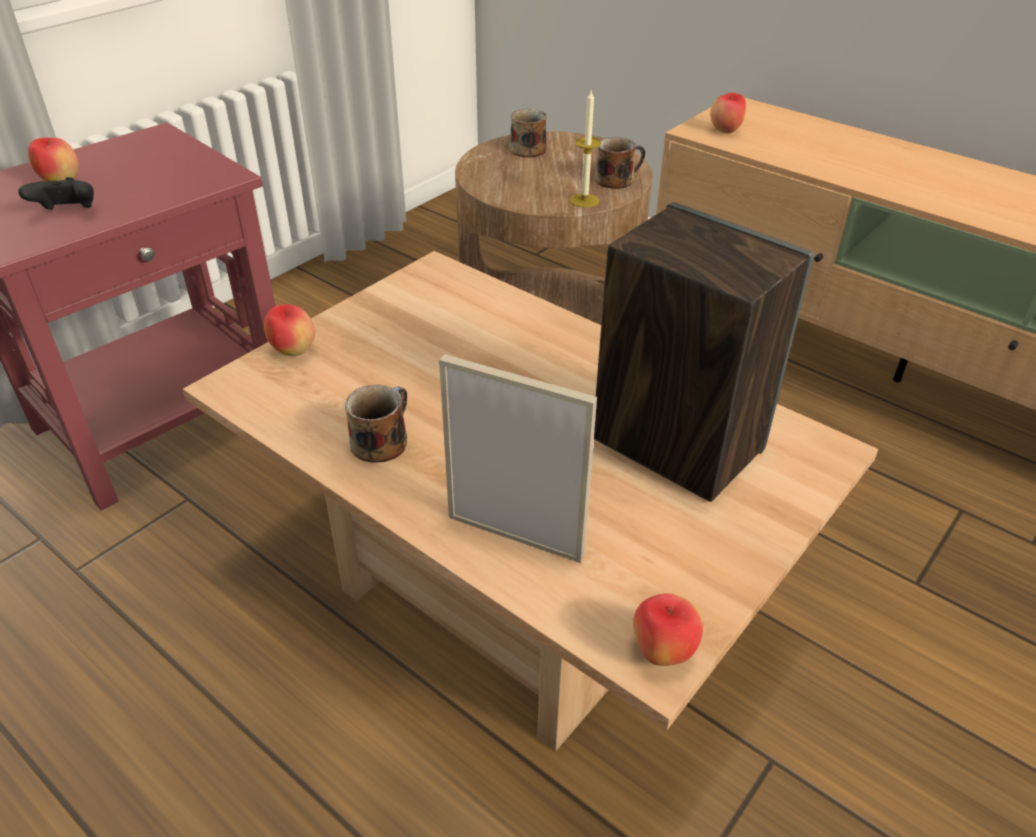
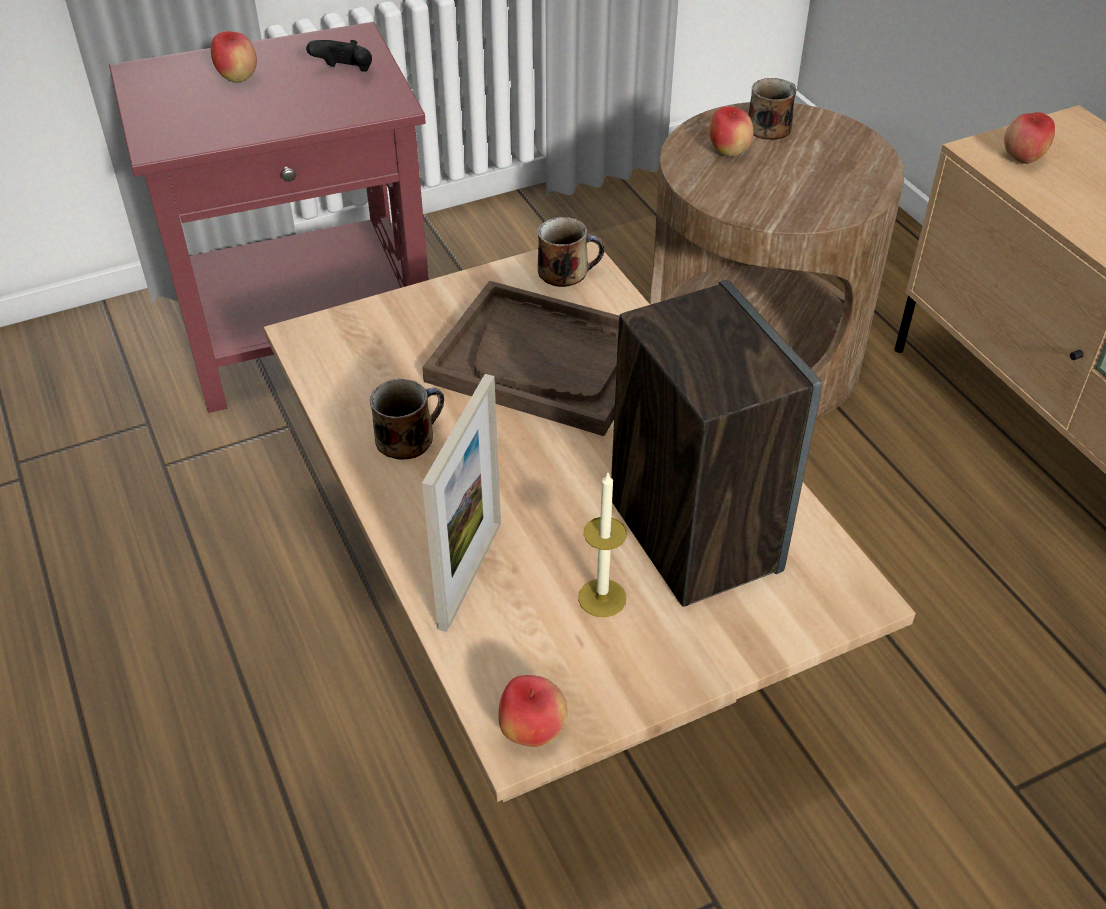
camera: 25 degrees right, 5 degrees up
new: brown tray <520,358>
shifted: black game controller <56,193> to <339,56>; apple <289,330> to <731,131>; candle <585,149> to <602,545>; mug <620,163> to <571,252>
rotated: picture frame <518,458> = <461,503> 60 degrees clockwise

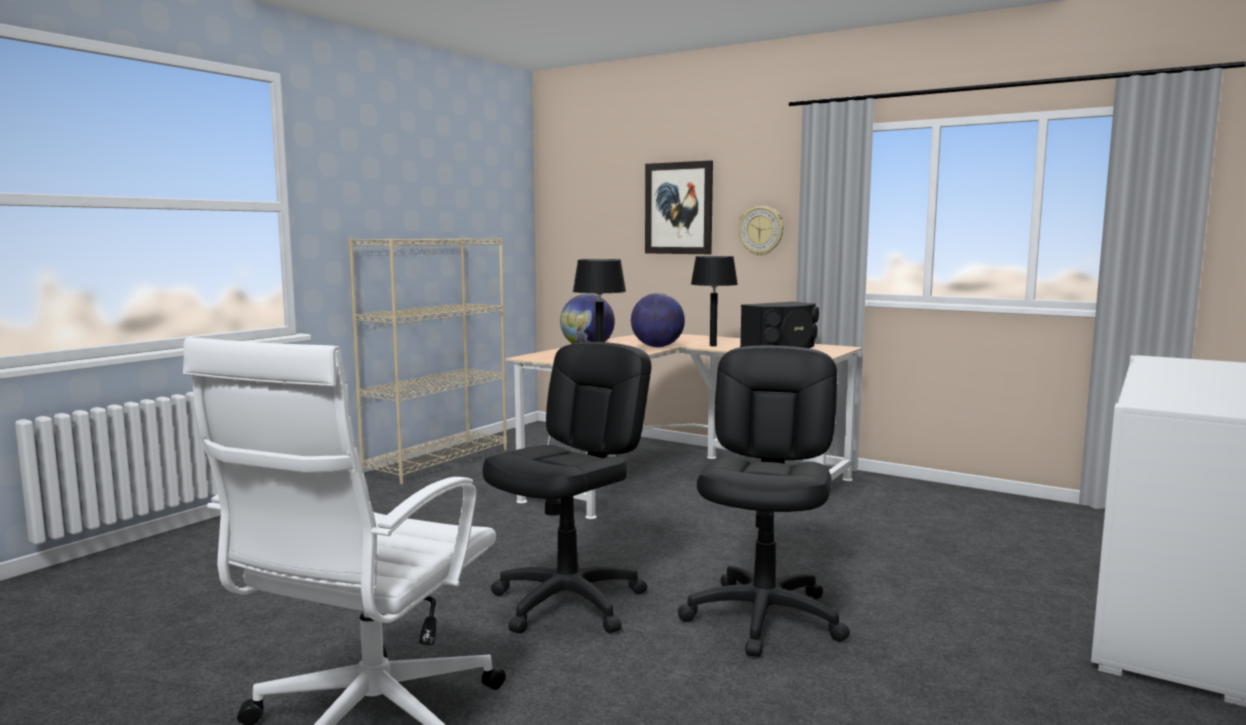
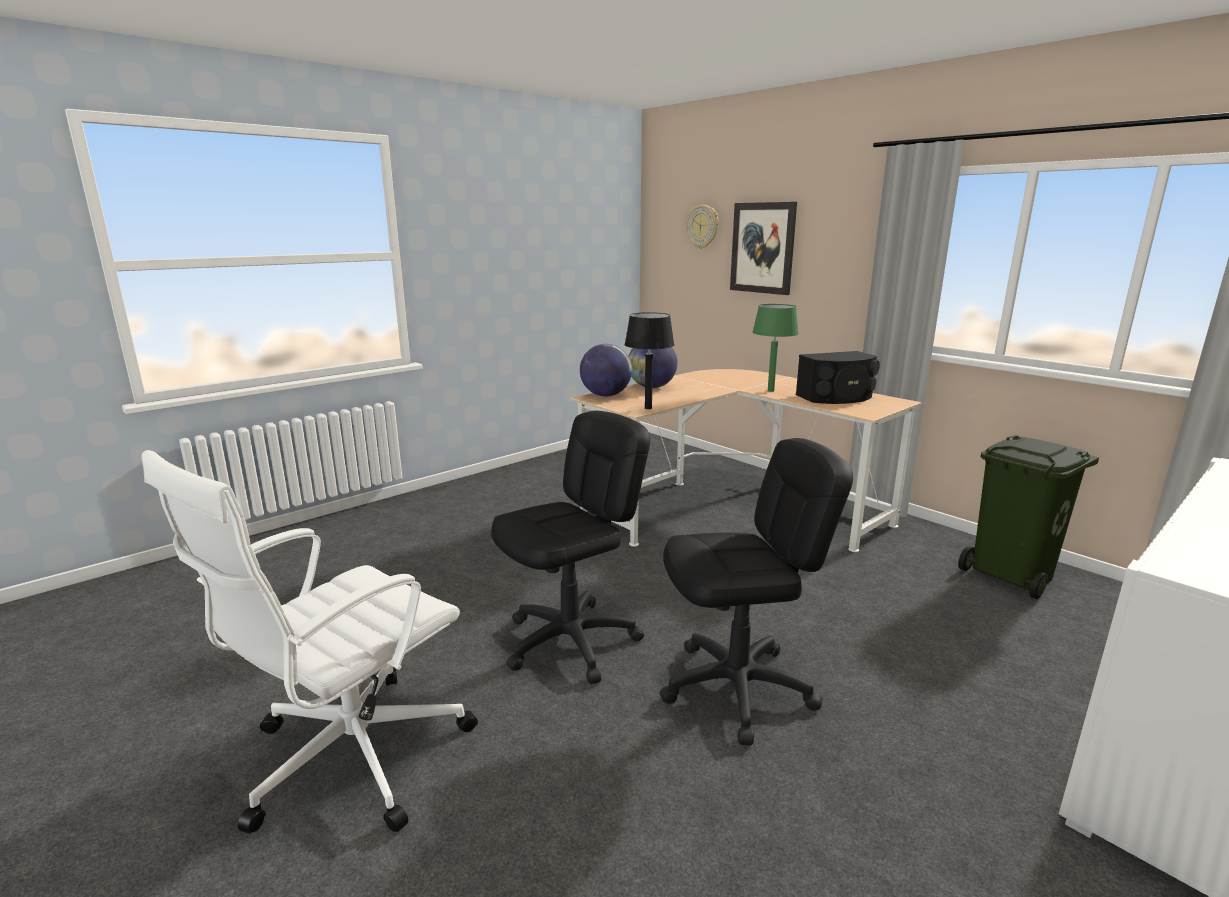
camera: 15 degrees right, 10 degrees up
gone: beige bookcase <427,361>
new: green trash can <1028,517>
shifted: globe <658,320> to <606,370>; wall clock <761,231> to <702,226>
repainted: black table lamp <714,301> to green table lamp <775,348>
rotated: black office chair <764,501> = <756,591> 45 degrees clockwise

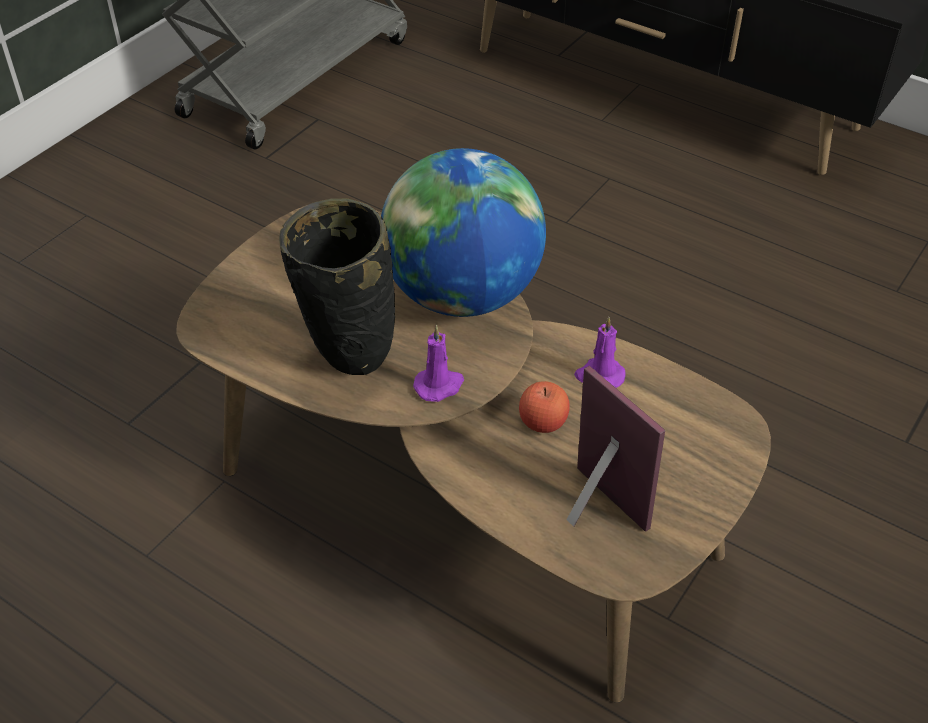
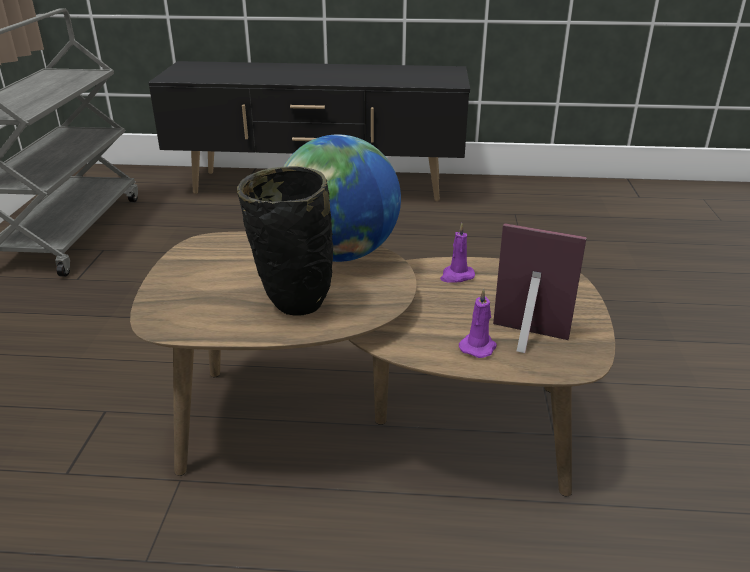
camera: 30 degrees left, 15 degrees down
gone: apple <544,407>
shifted: purple candle <438,363> to <478,323>

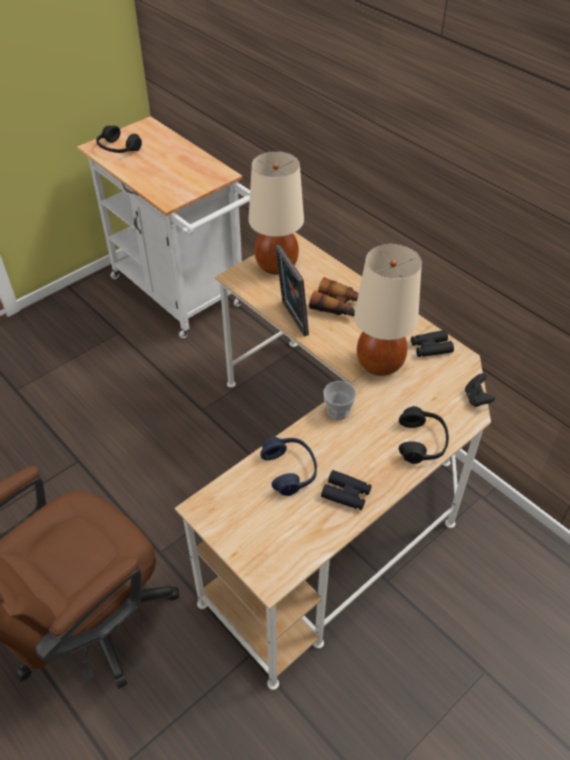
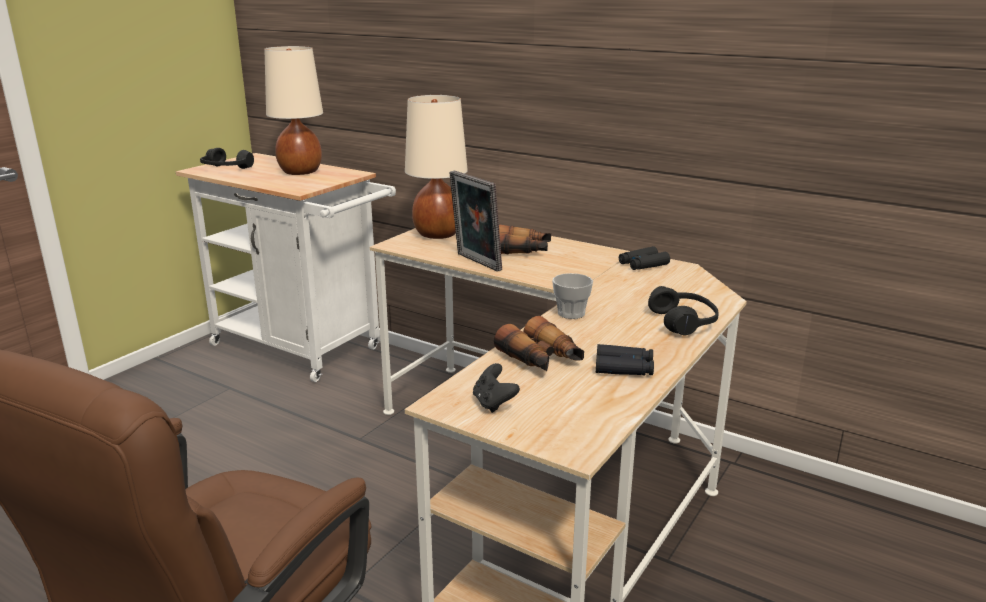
camera: 15 degrees left, 25 degrees down
shifted: beige table lamp <388,310> to <293,110>; black game controller <480,390> to <496,388>
swapped: blue headphones <288,466> to binoculars <539,343>

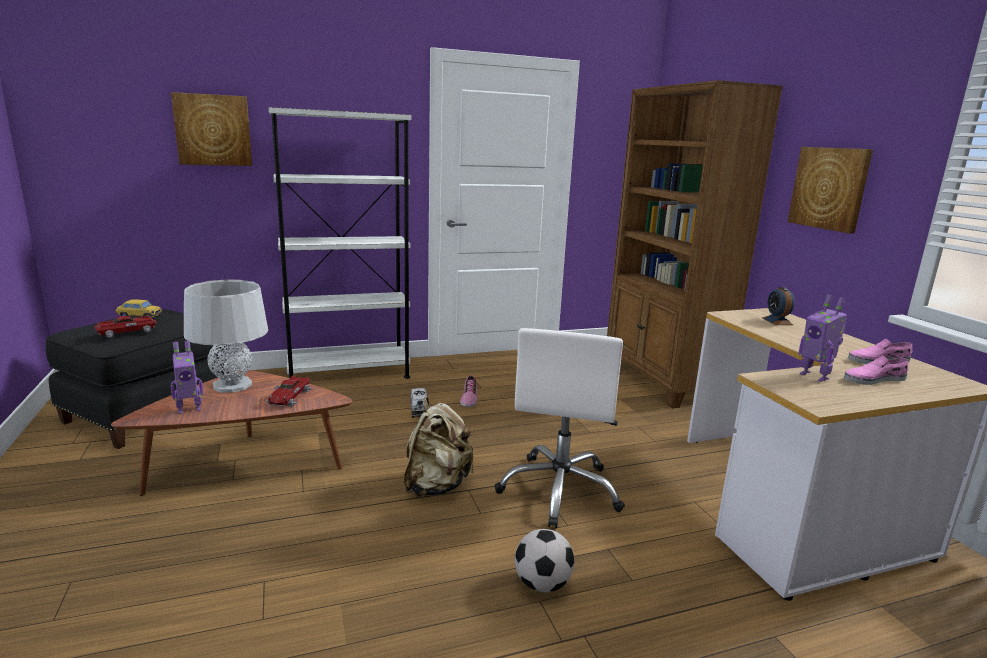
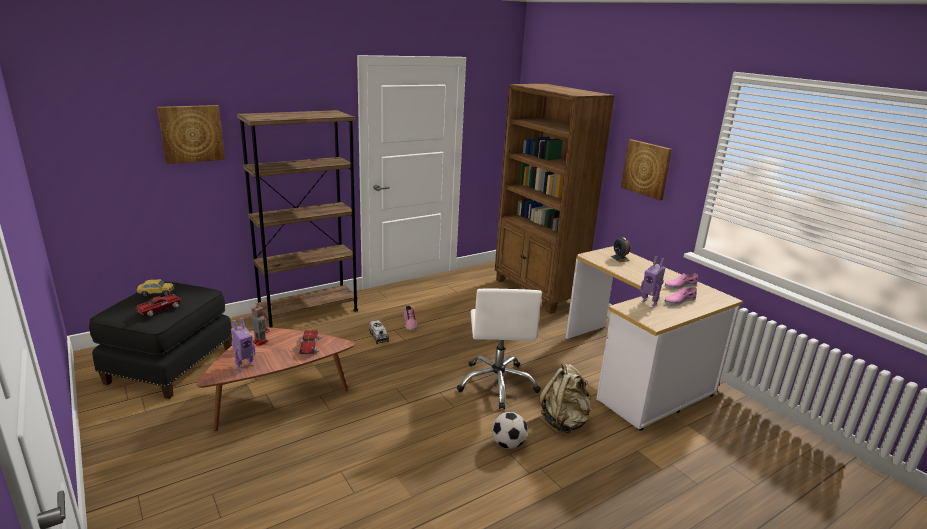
camera: 15 degrees left, 5 degrees up
shifted: beige backpack <439,447> to <565,398>
swapped: grey table lamp <226,336> to toy robot <259,324>
repainted: white bookcase <340,243> to brown bookcase <297,219>

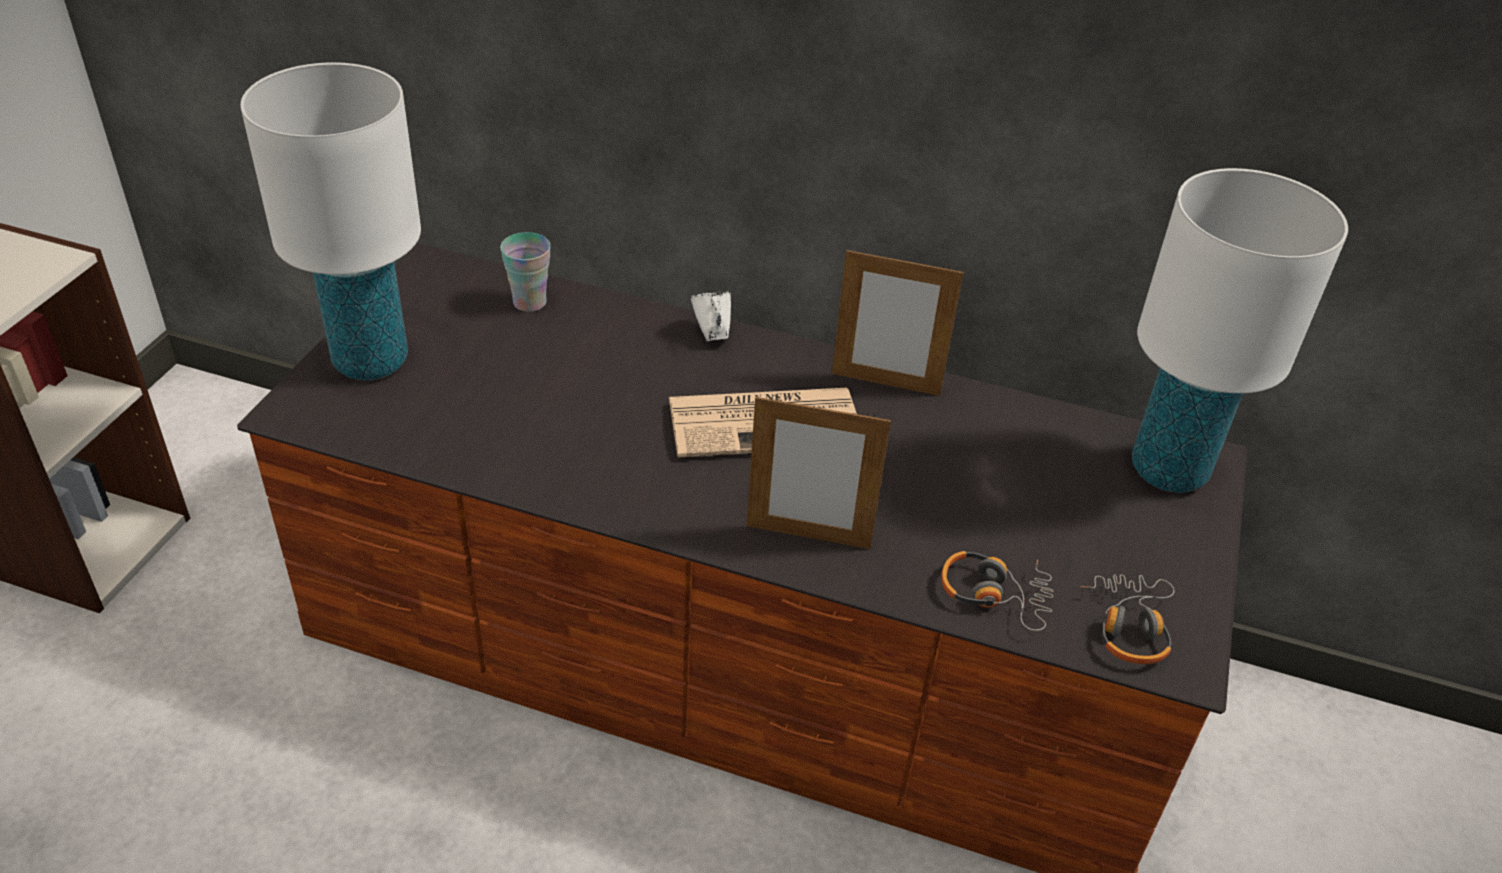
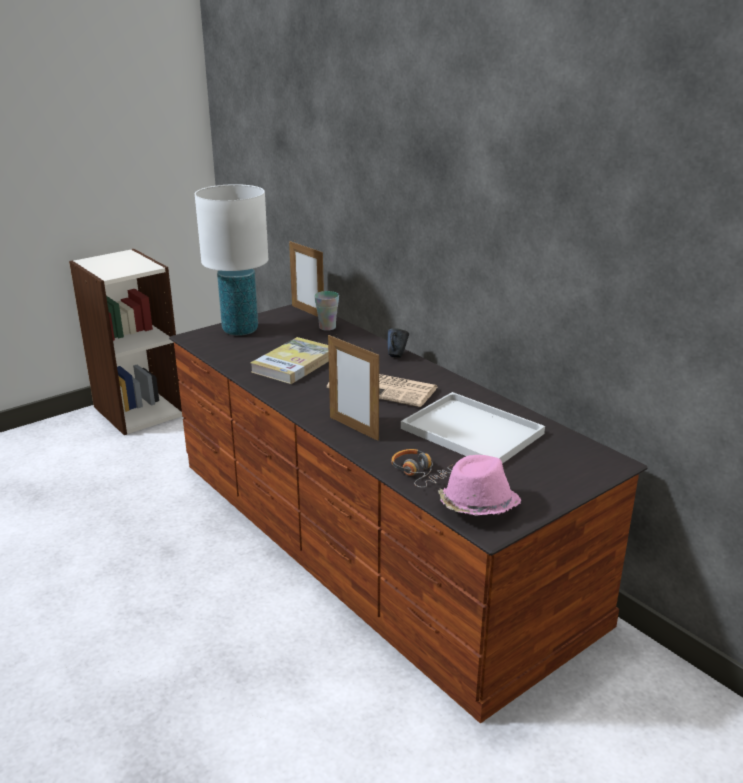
camera: 35 degrees right, 15 degrees down
gone: white table lamp <1240,330>
new: book <289,360>; white tray <473,428>
shifted: picture frame <898,322> to <306,279>
swapped: headphones <1127,619> to pink hat <479,485>
repainted: white mug <710,315> to blue mug <398,343>

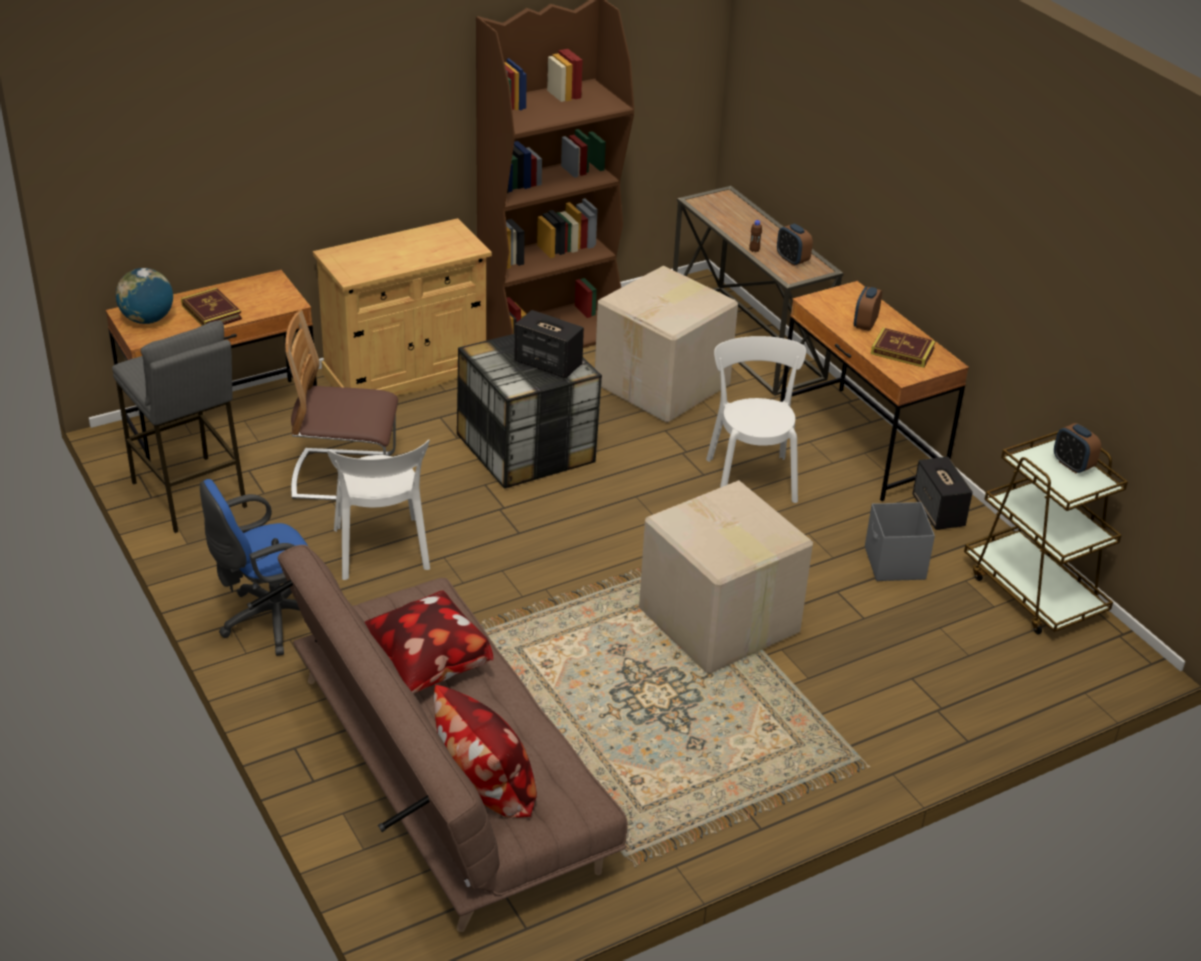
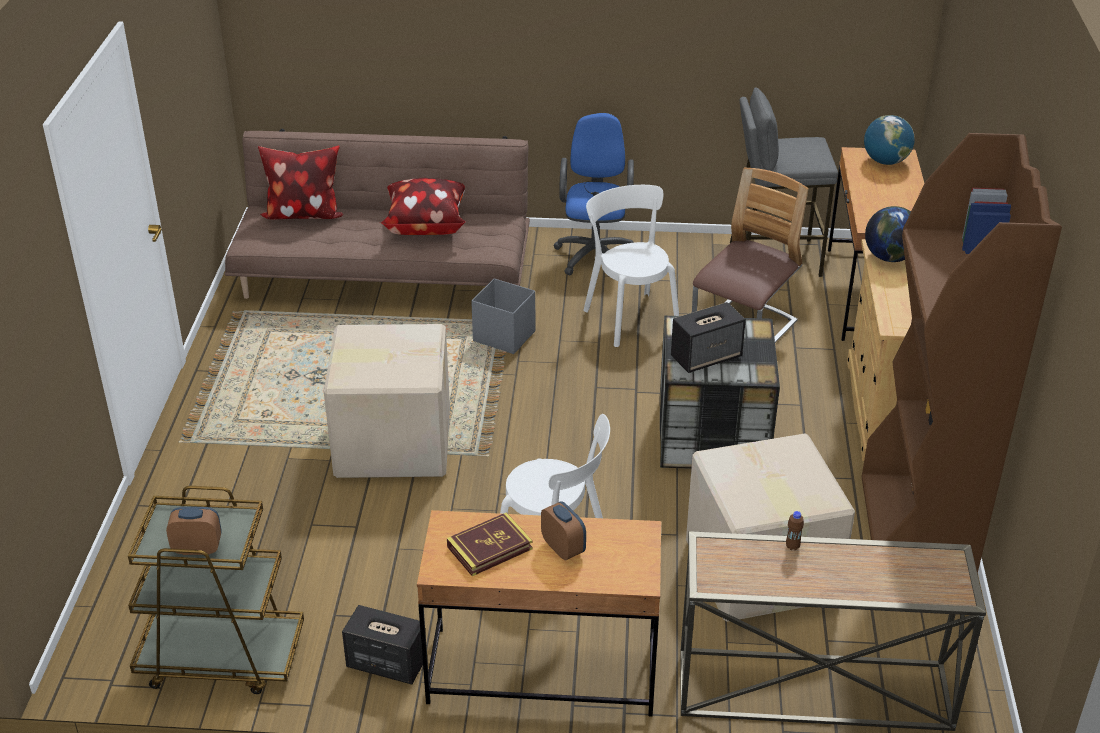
camera: 125 degrees right, 0 degrees up
gone: book <211,307>; alarm clock <795,245>
new: globe <888,234>
shifted: grey storage box <900,541> to <503,316>
rotated: white chair <378,510> = <631,266> 45 degrees clockwise

